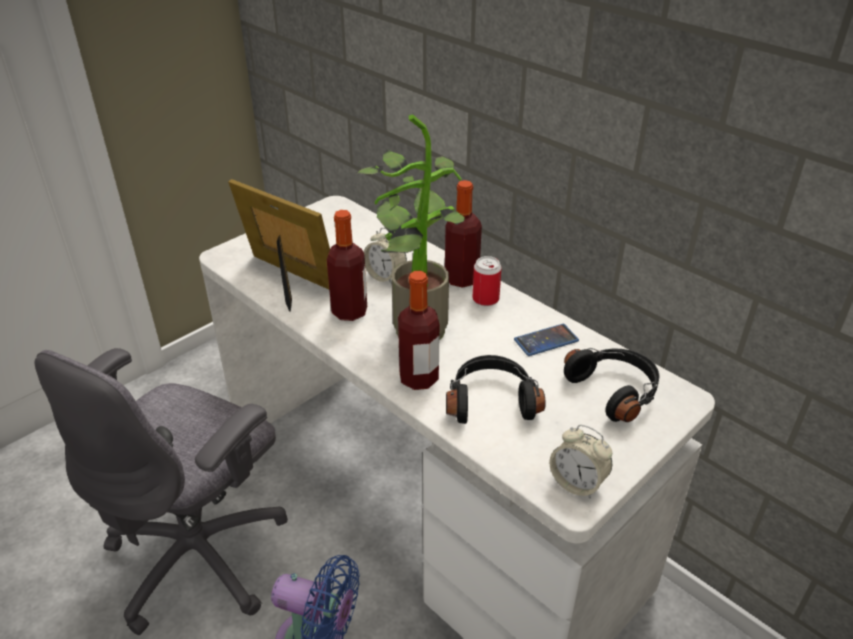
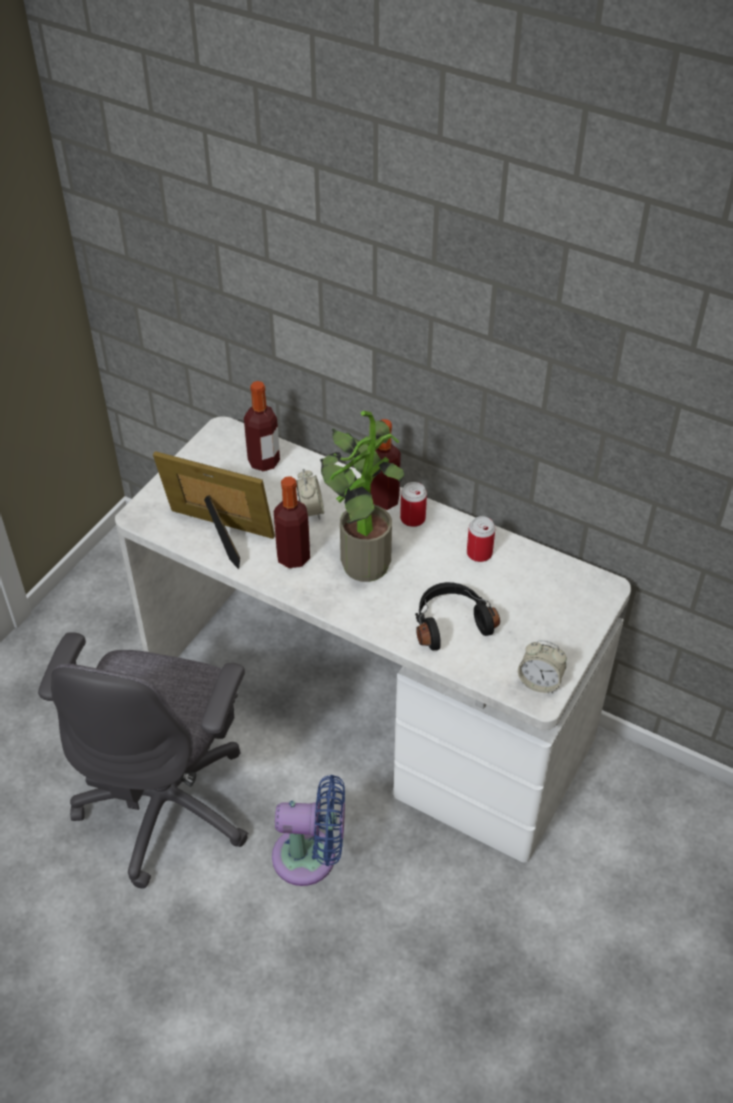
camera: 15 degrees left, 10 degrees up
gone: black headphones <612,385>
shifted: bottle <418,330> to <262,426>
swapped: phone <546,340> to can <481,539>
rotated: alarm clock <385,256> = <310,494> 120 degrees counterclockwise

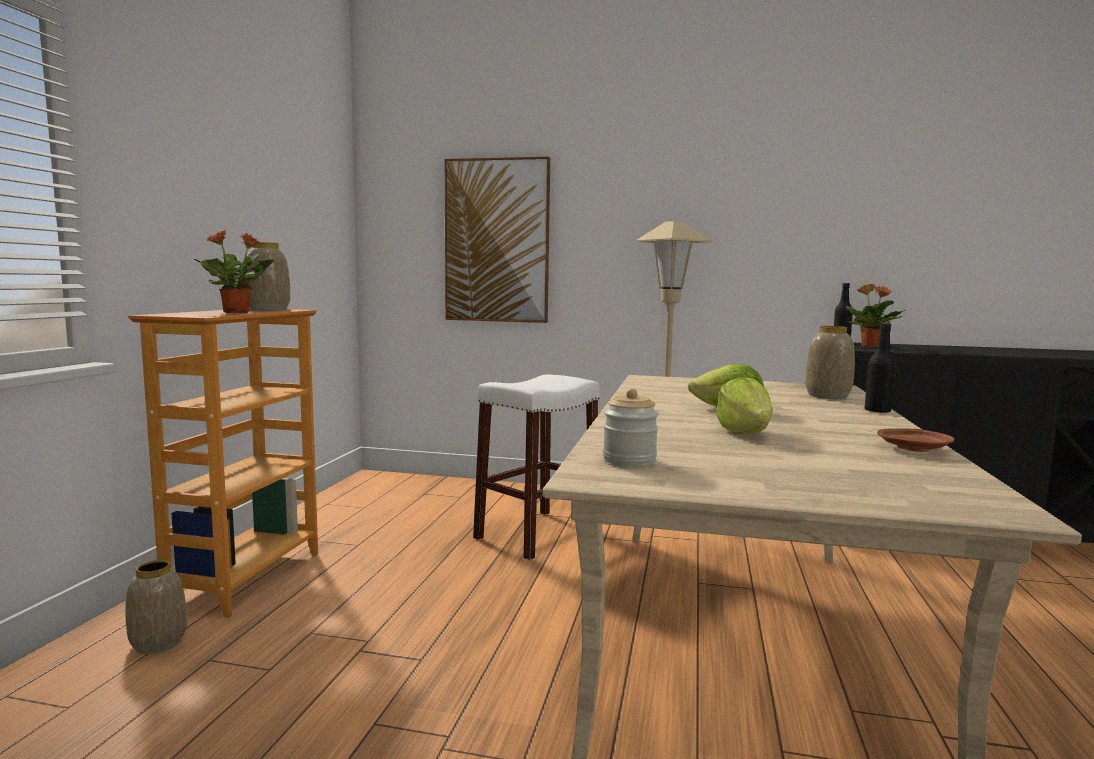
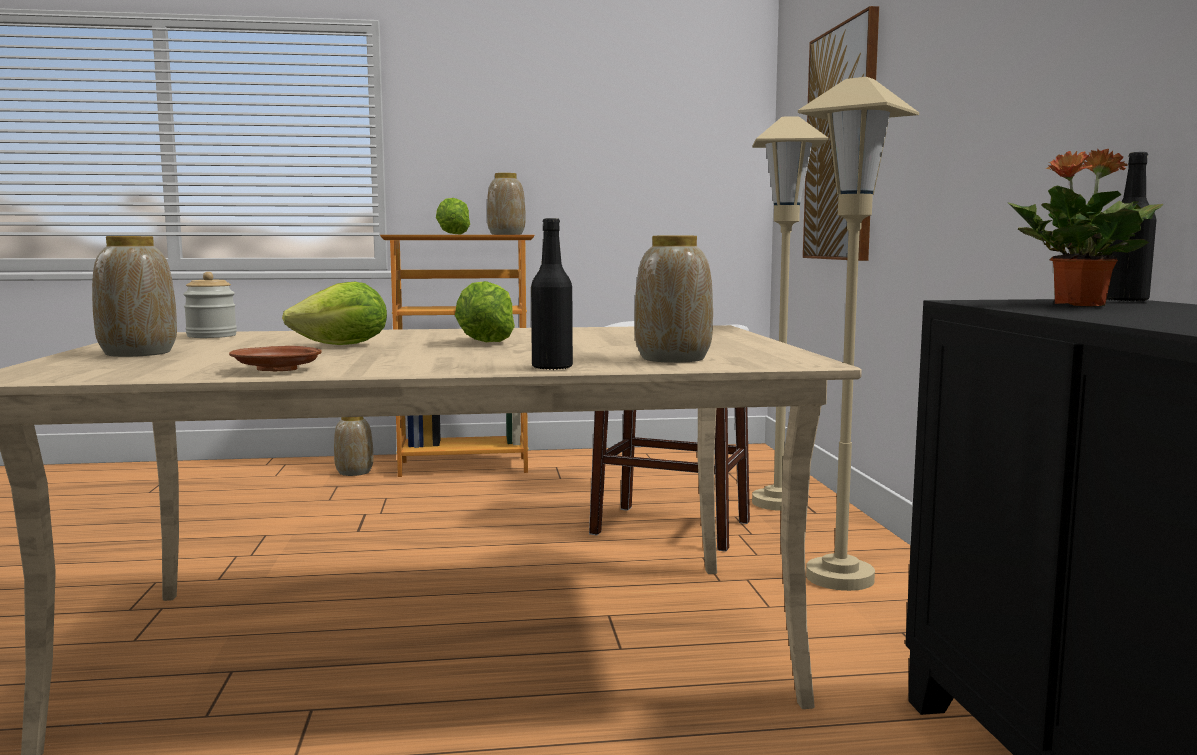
camera: 70 degrees right, 0 degrees up
new: vase <134,296>; beige floor lamp <790,313>
swapped: potted plant <234,271> to lettuce <453,216>

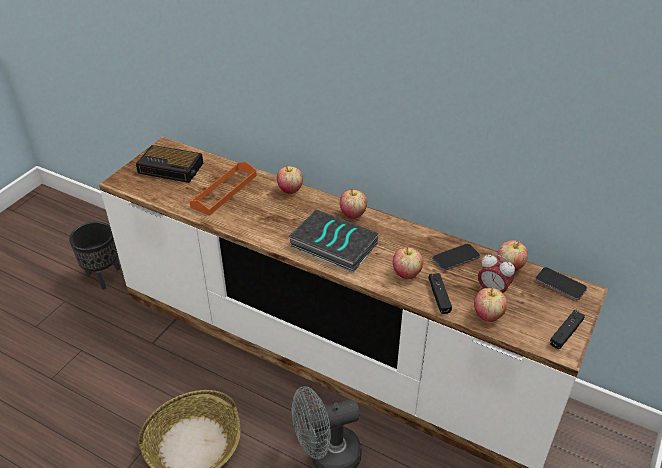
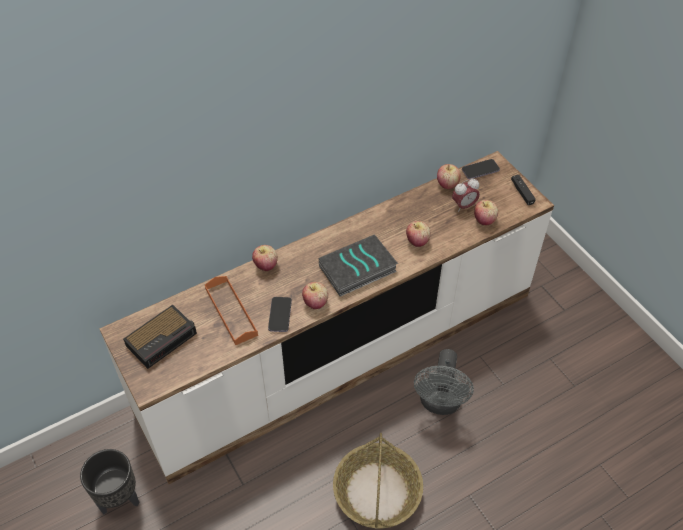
camera: 60 degrees left, 10 degrees up
gone: black game controller <440,293>
shifted: apple <353,204> to <315,295>; phone <456,257> to <280,314>

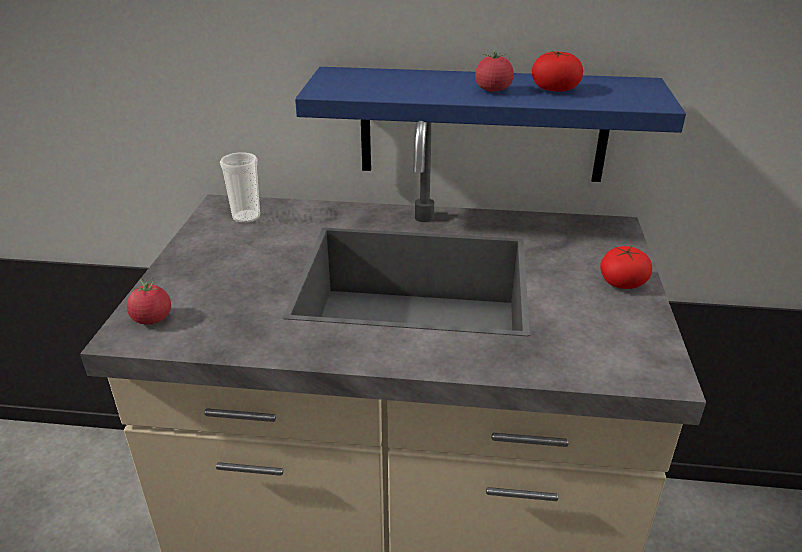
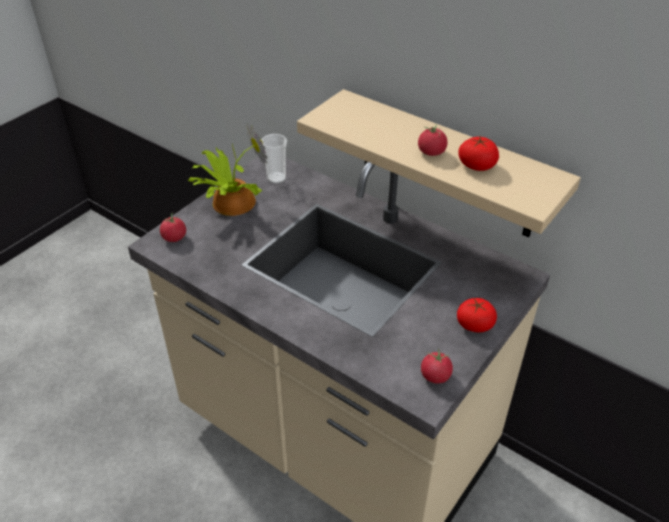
camera: 30 degrees right, 10 degrees up
new: potted plant <228,169>; tomato <437,366>
repainted: blue shelf <490,124> to beige shelf <439,163>

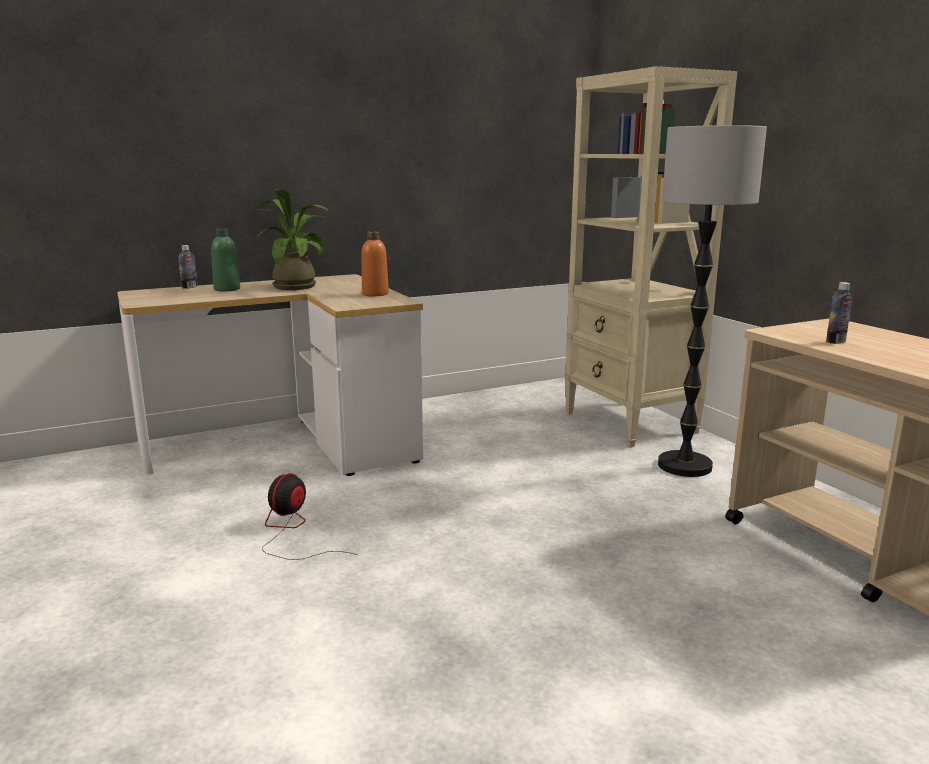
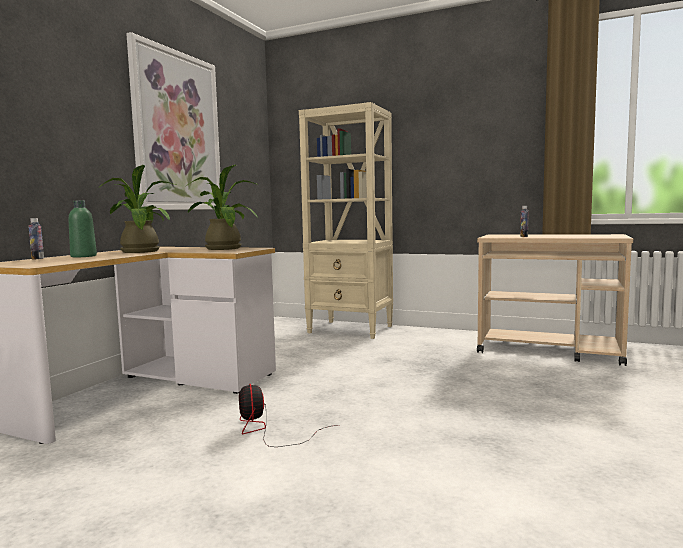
camera: 40 degrees left, 10 degrees down
gone: floor lamp <712,301>
new: picture <173,121>
swapped: orange bottle <375,263> to potted plant <221,207>

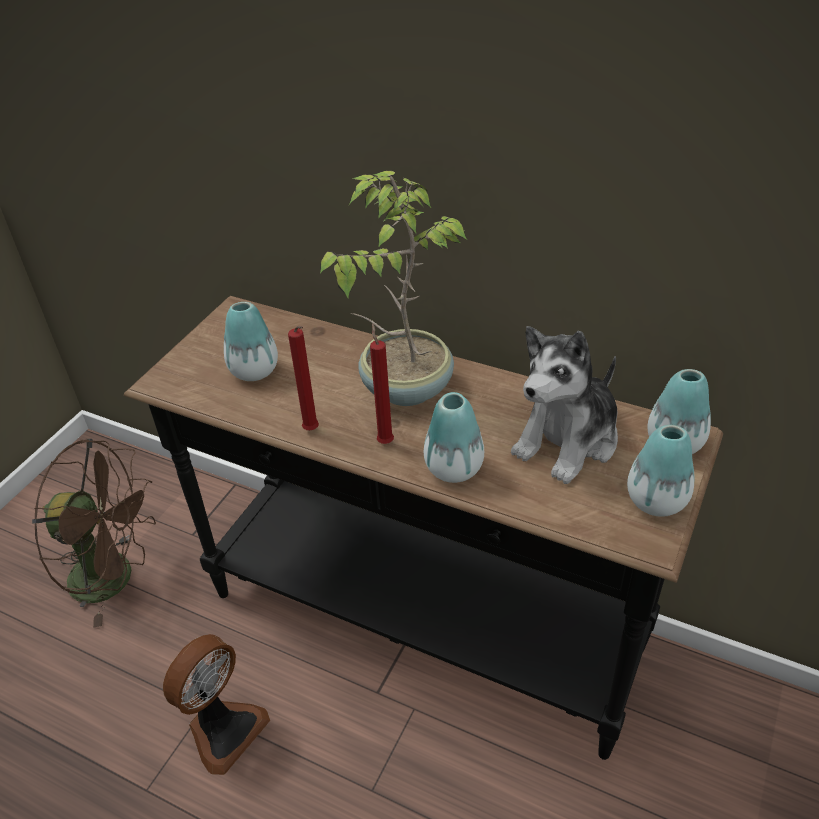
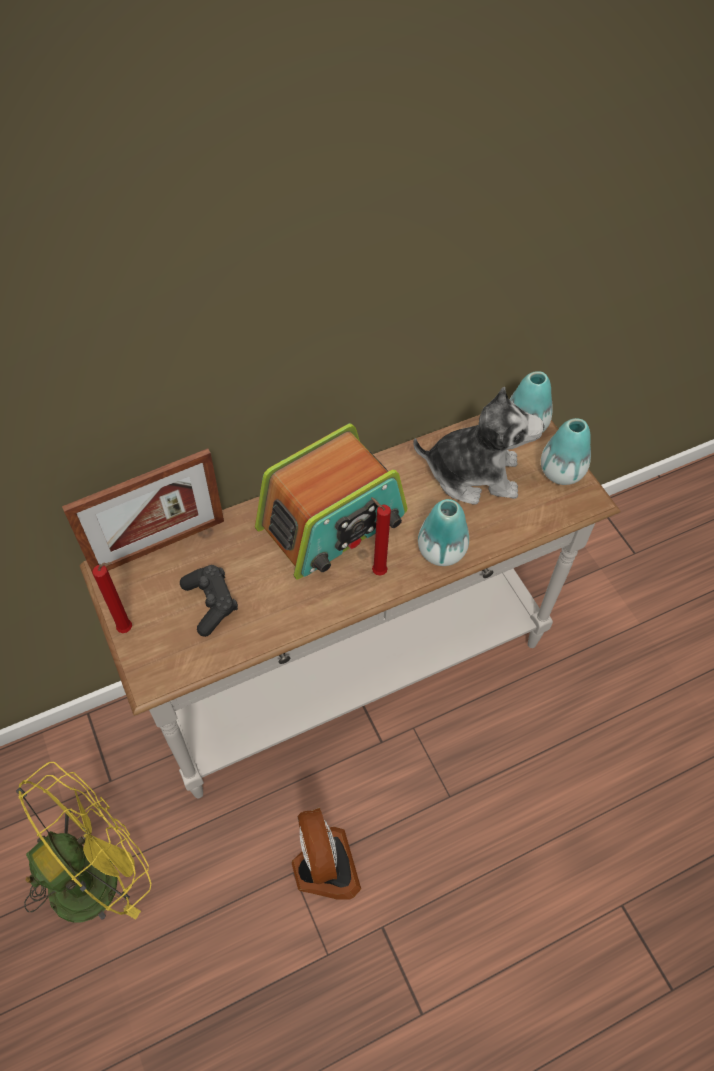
camera: 55 degrees left, 15 degrees up
new: picture frame <143,511>
shifted: red candle <303,378> to <112,597>
swapped: vase <251,341> to black game controller <209,601>; potted plant <393,288> to radio <331,501>
repainted: brown fan <94,533> to yellow fan <83,842>; black console table <423,528> to white console table <350,606>
rotated: plush toy <564,405> = <478,446> 75 degrees counterclockwise

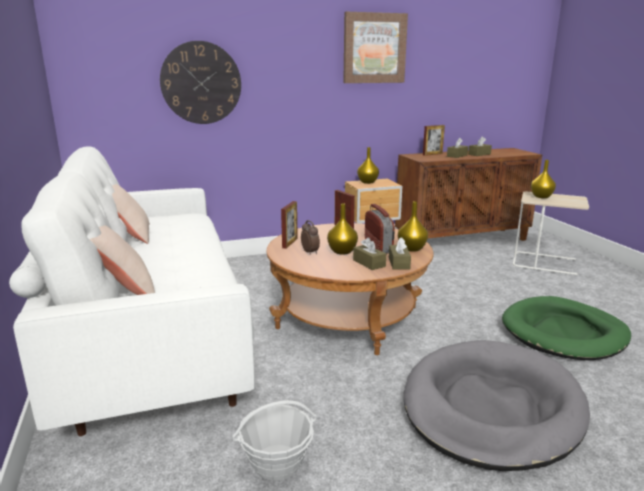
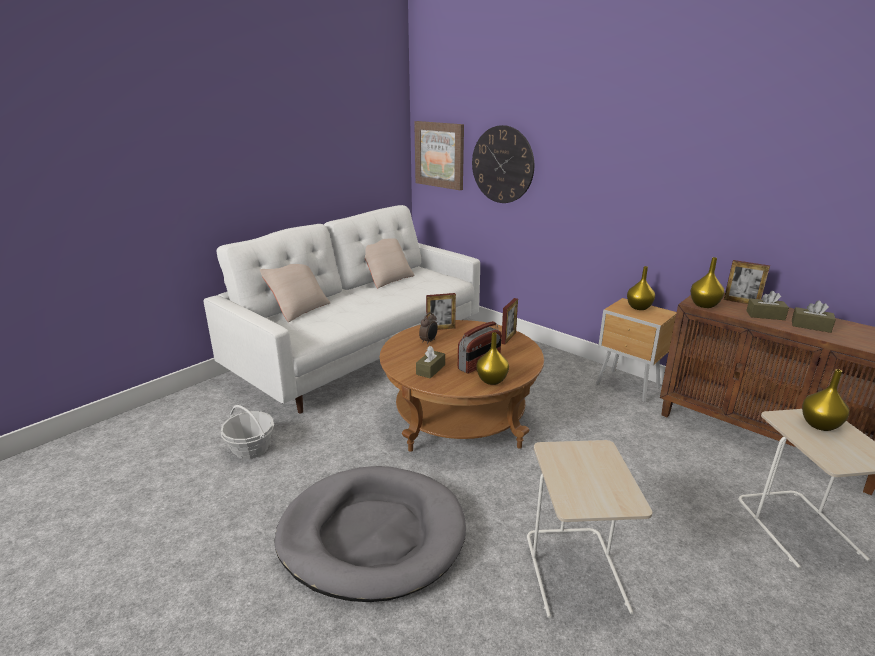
camera: 60 degrees right, 5 degrees up
gone: brown tissue box <400,254>
shifted: yellow vase <342,229> to <707,282>; picture <375,47> to <439,155>
swapped: green dog bed <566,328> to beige side table <589,529>

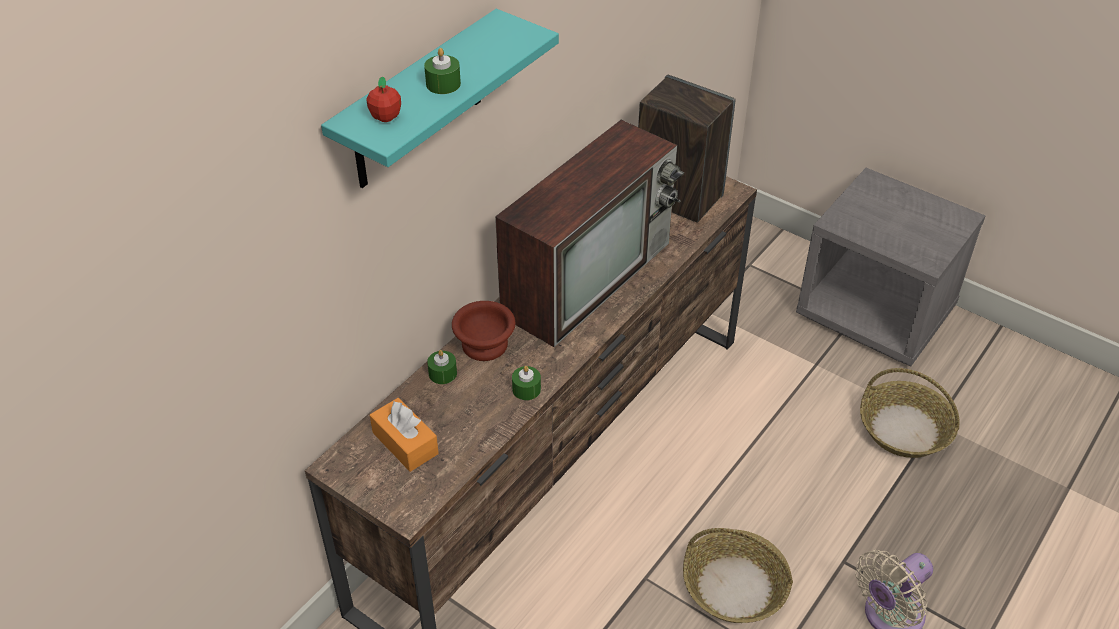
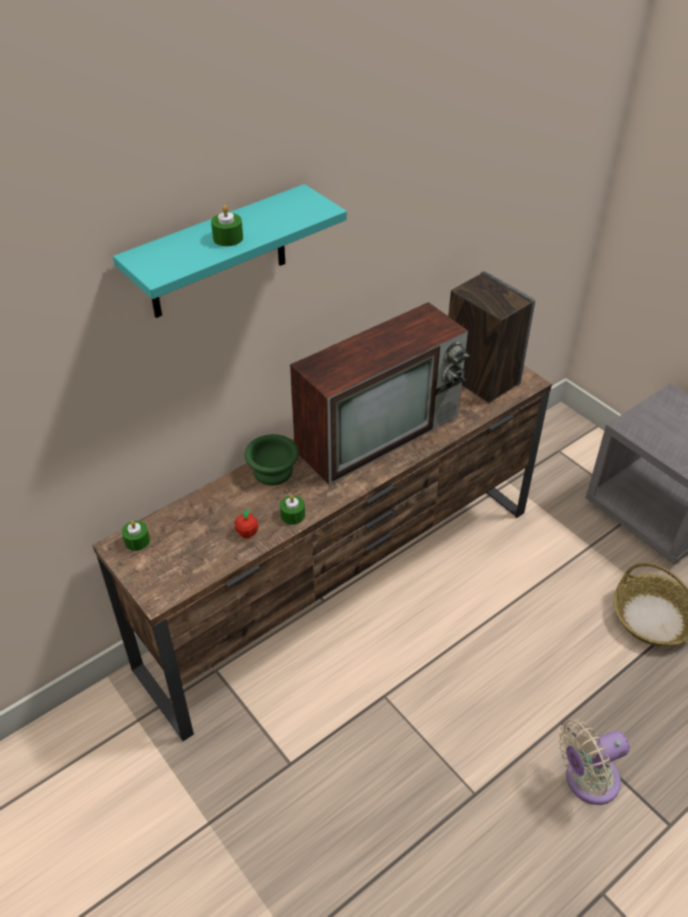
camera: 15 degrees right, 0 degrees up
gone: orange tissue box <404,435>; basket <738,575>
shifted: apple <383,99> to <246,524>; green candle <442,367> to <136,536>
repainted: brown bowl <483,331> to green bowl <272,459>

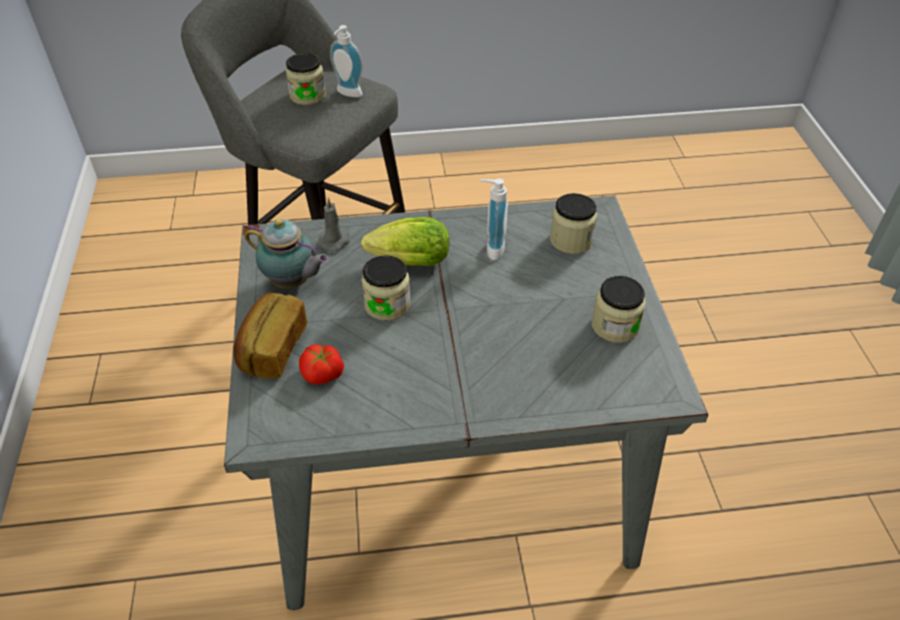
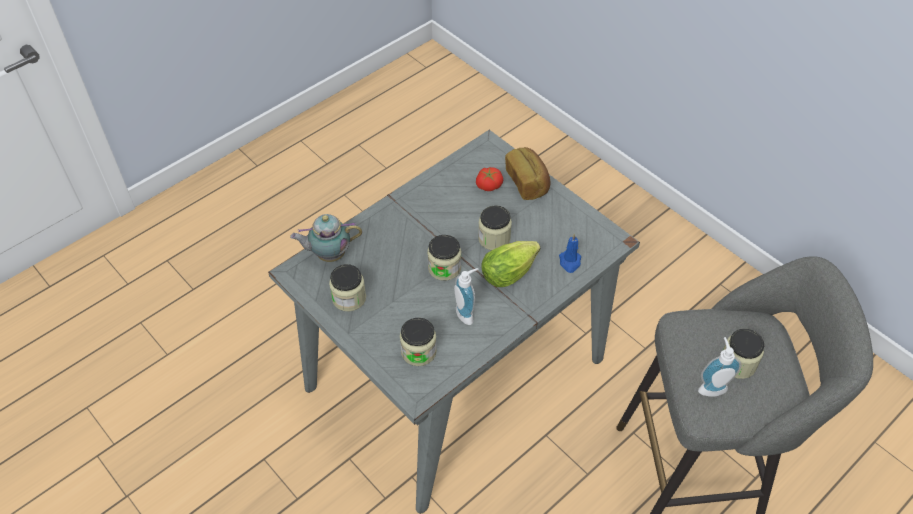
camera: 145 degrees right, 5 degrees up
new: jar <444,258>
shifted: teapot <287,254> to <326,238>
repainted: grey candle <333,224> to blue candle <570,253>

